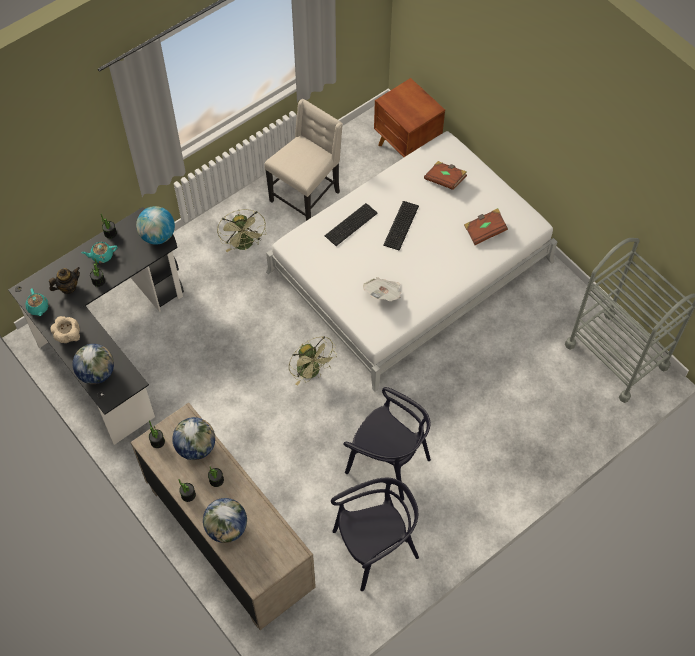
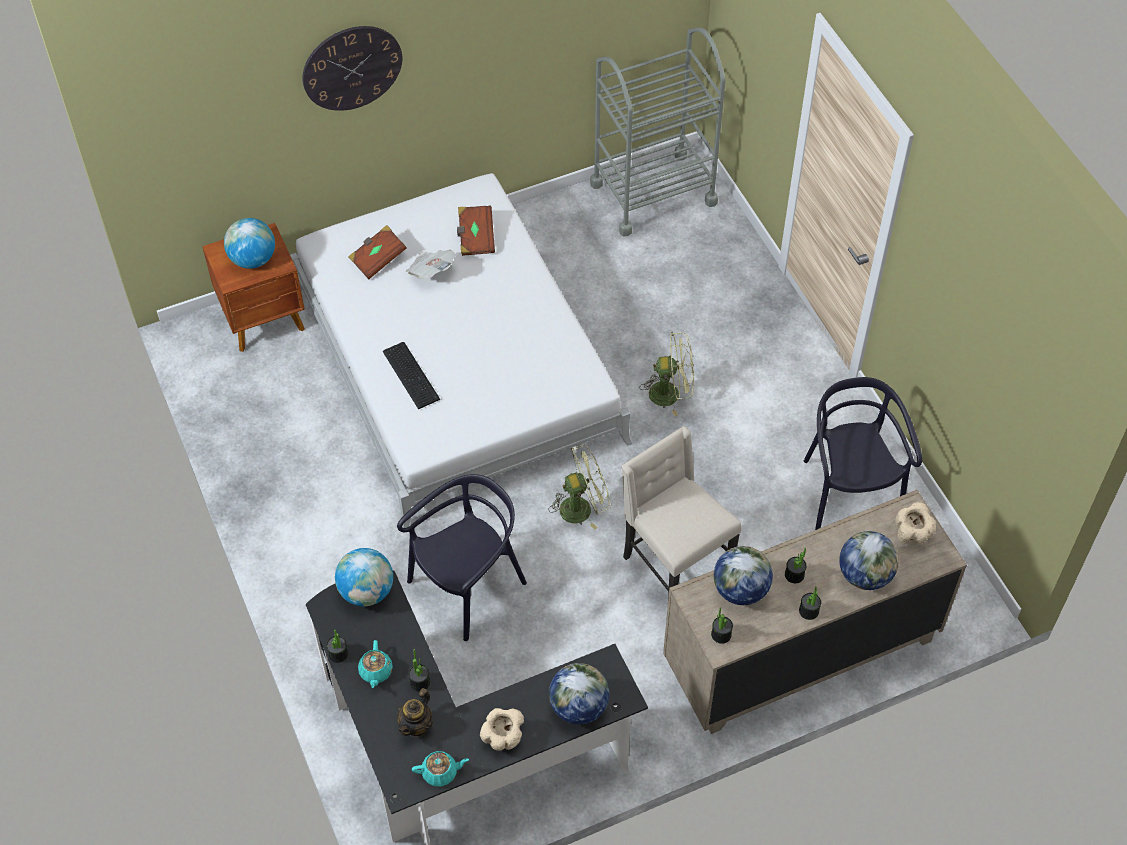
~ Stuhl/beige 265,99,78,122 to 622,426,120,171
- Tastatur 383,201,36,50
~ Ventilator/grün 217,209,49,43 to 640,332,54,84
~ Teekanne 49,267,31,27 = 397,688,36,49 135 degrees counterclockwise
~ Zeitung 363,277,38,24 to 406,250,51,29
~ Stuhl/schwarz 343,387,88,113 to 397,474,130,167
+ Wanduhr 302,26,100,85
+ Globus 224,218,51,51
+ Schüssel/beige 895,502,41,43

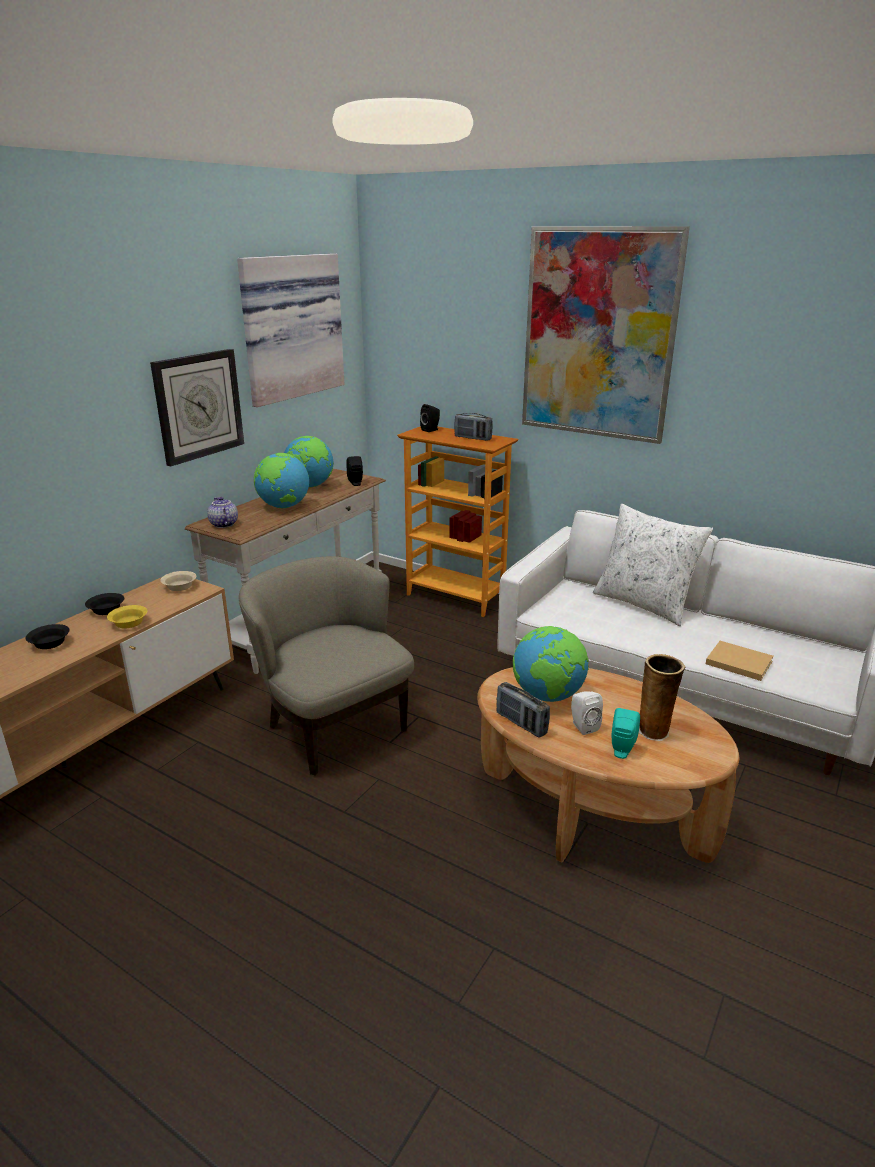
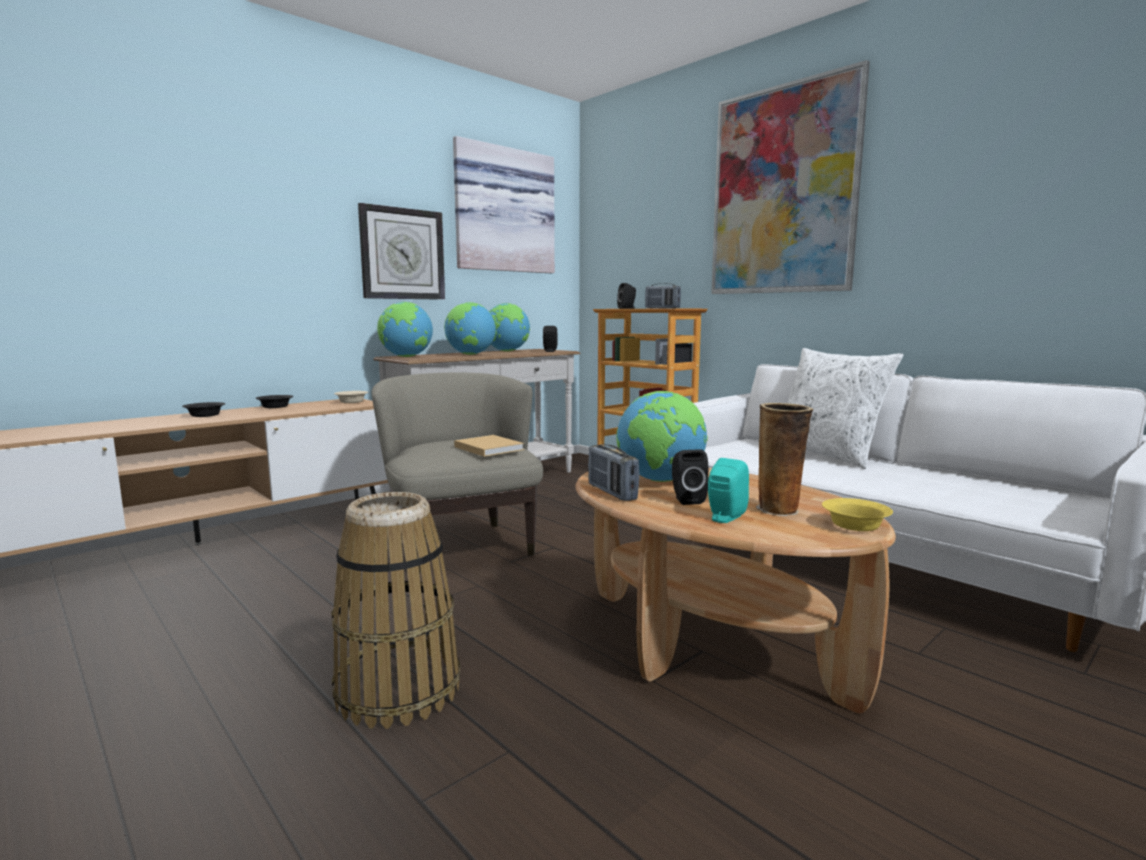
~ Teekanne 207,497,31,31 to Globus 377,302,56,55
~ Schüssel/gelb 107,605,40,23 to 822,498,71,33
~ Buch/beige 706,641,68,40 to 454,435,70,22
~ Lautsprecher/weiß 571,691,32,44 to Lautsprecher/schwarz 672,449,36,56
+ Korb 331,492,129,237

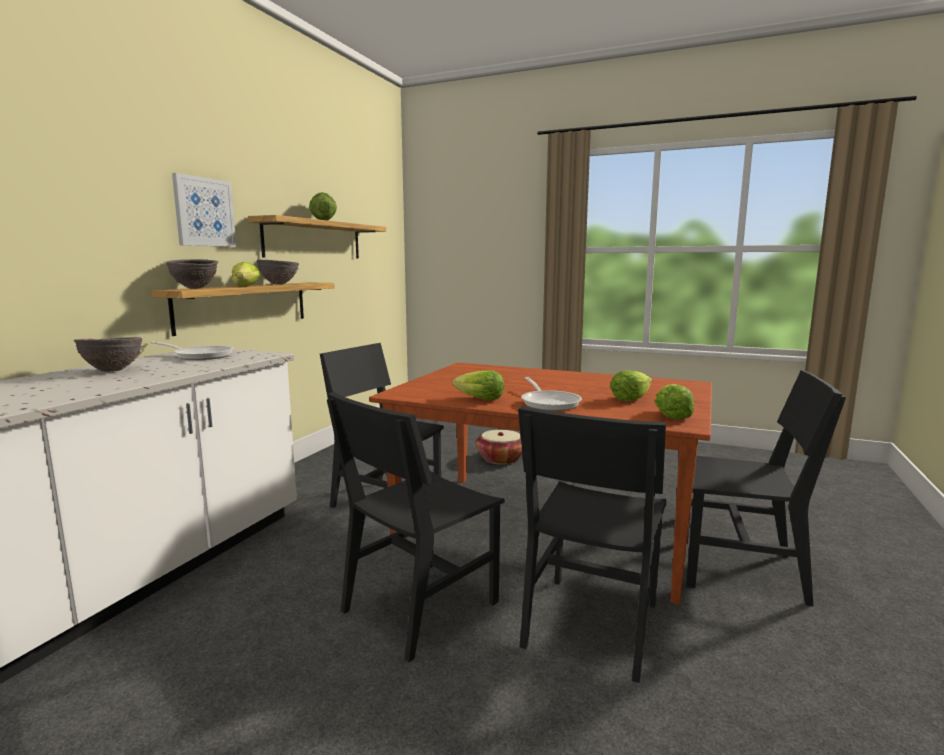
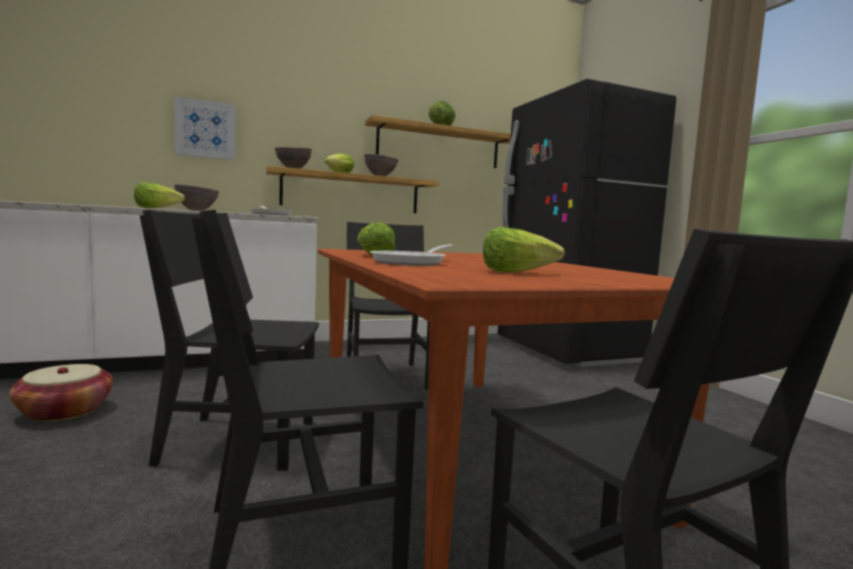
~ Bild 172,173,64,74 to 174,96,61,64
~ Salatkopf 655,384,39,36 to 134,182,51,26
~ Korb 476,430,46,34 to 9,364,104,58
+ Kühlschrank/schwarz 498,79,178,288

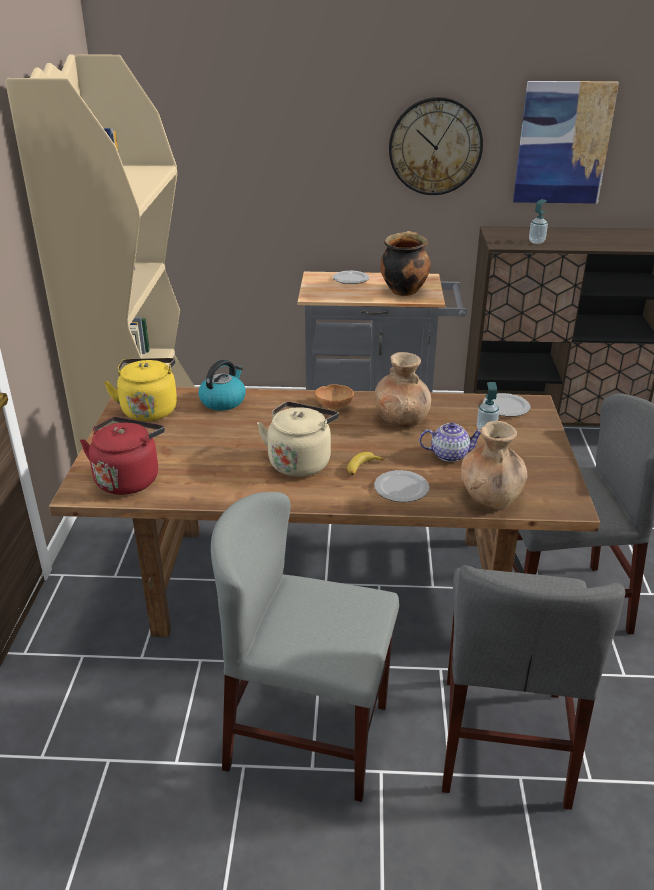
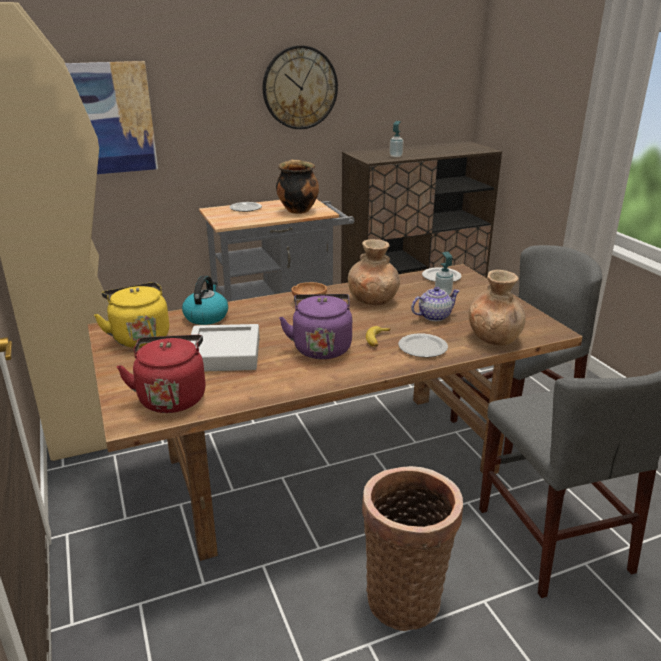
~ Bild 513,81,106,123 to 65,61,93,113
~ Wasserkessel/beige 257,402,82,75 to Wasserkessel/lila 279,294,73,65
~ Stuhl/grau 211,492,188,310 to Korb 362,466,101,165
+ Tablett/grau 190,324,70,47

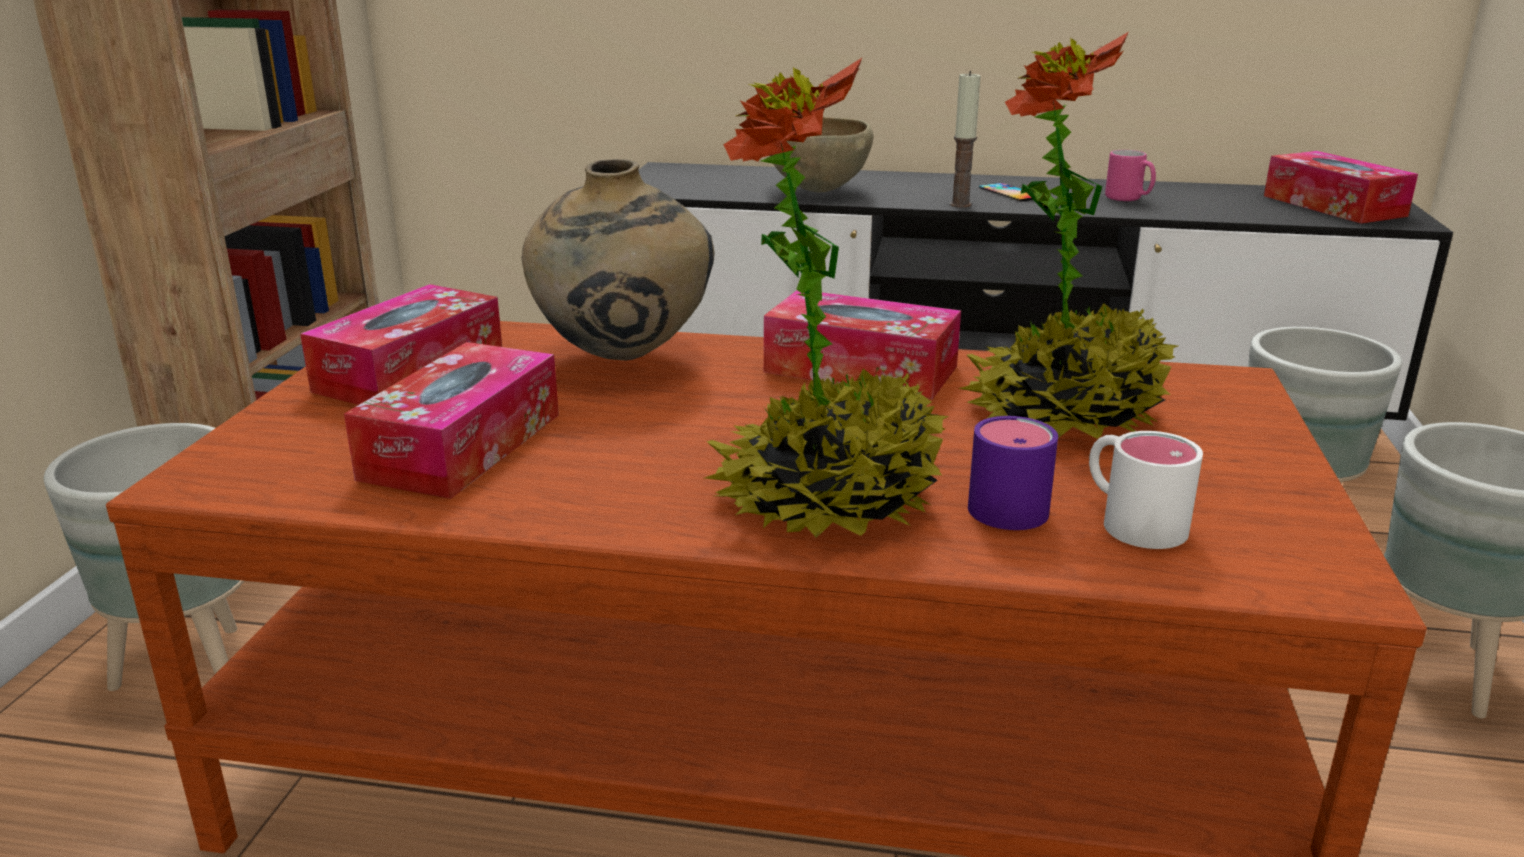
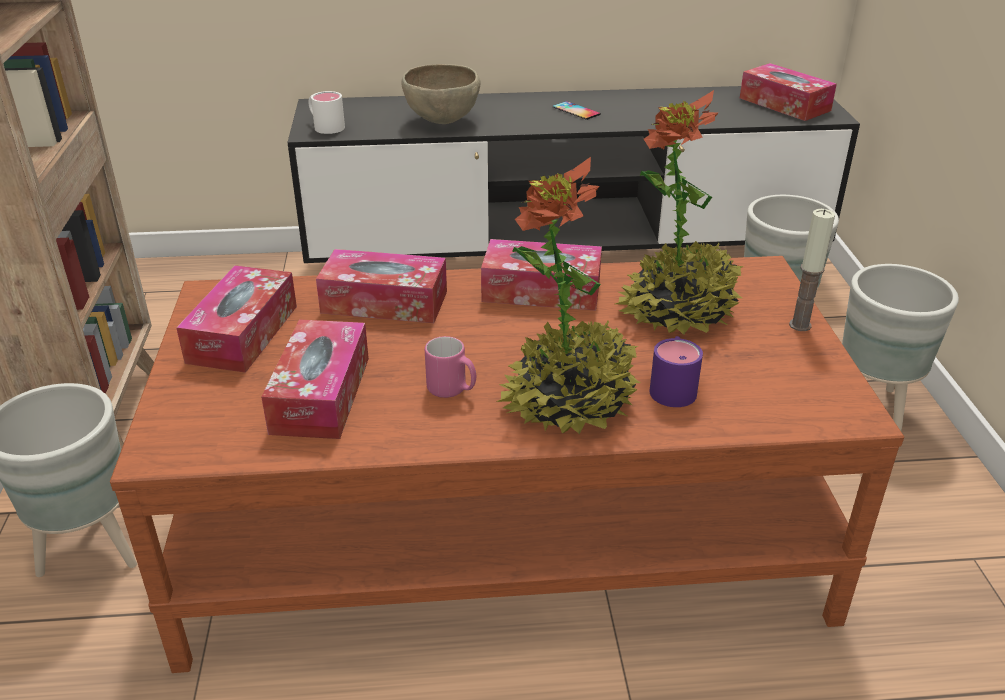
~ Kerze 950,71,31,137 to 789,209,46,122
~ Henkelbecher/rosa 1105,150,51,51 to 425,336,51,62
~ Vase/beige 522,159,192,201 to Taschentuchbox 316,249,131,74
~ Henkelbecher/weiß 1089,431,114,118 to 308,91,37,43

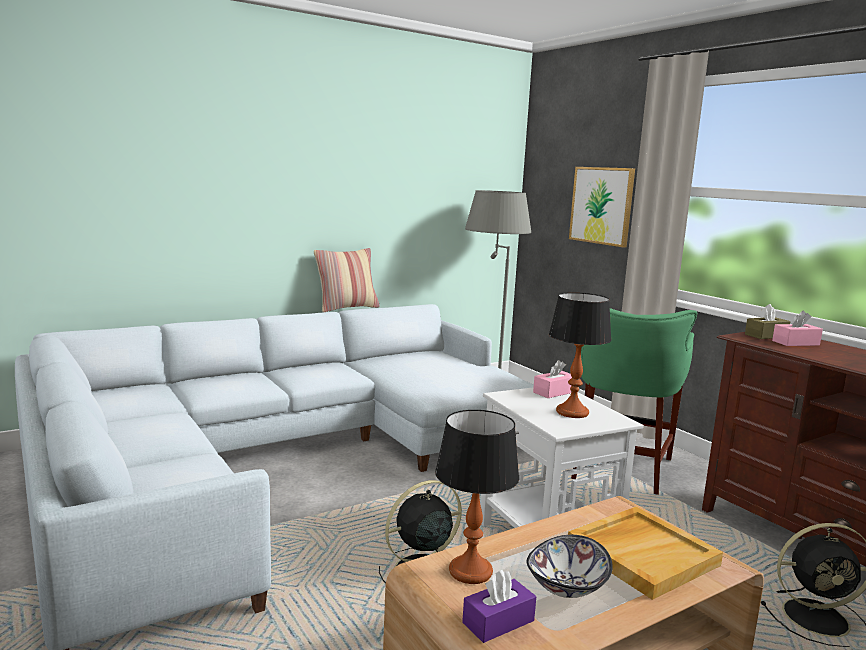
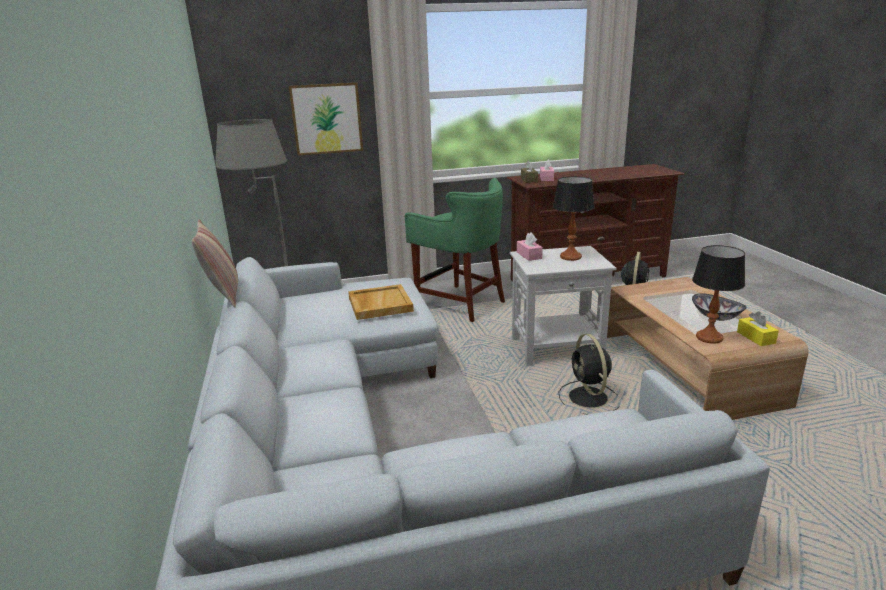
~ Tablett/beige 568,507,155,93 to 348,284,66,36
~ Taschentuchbox/lila 462,570,74,73 to Taschentuchbox/gelb 737,311,42,35

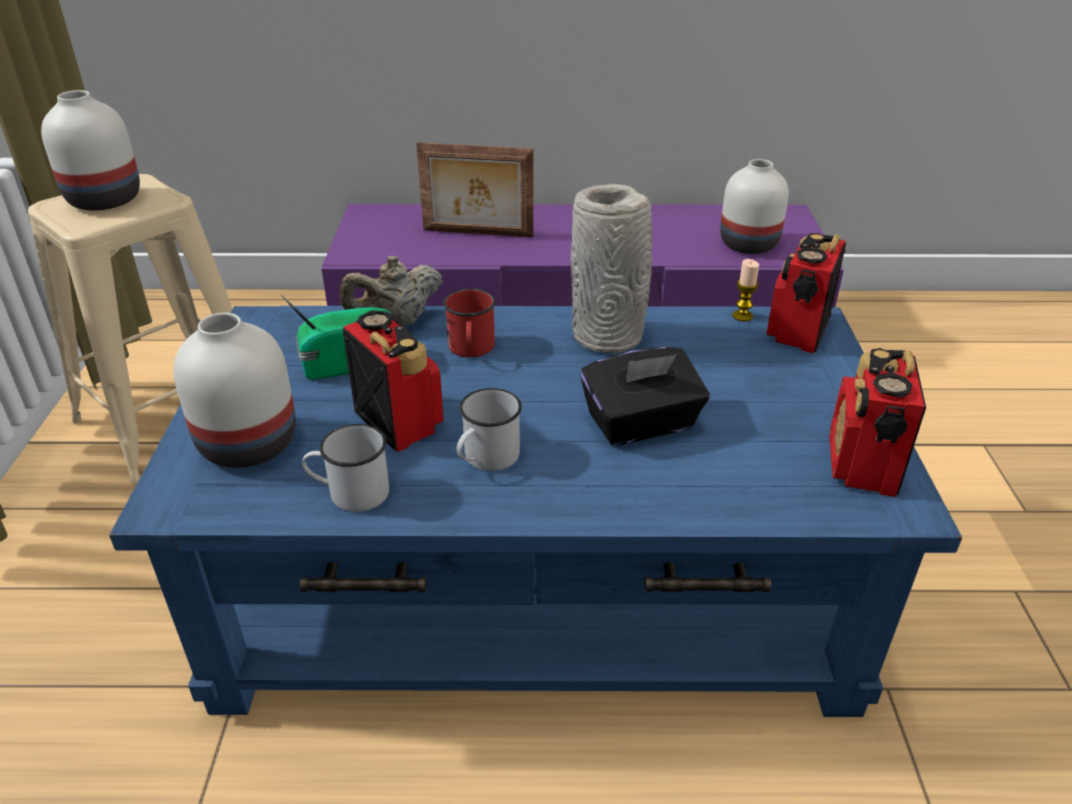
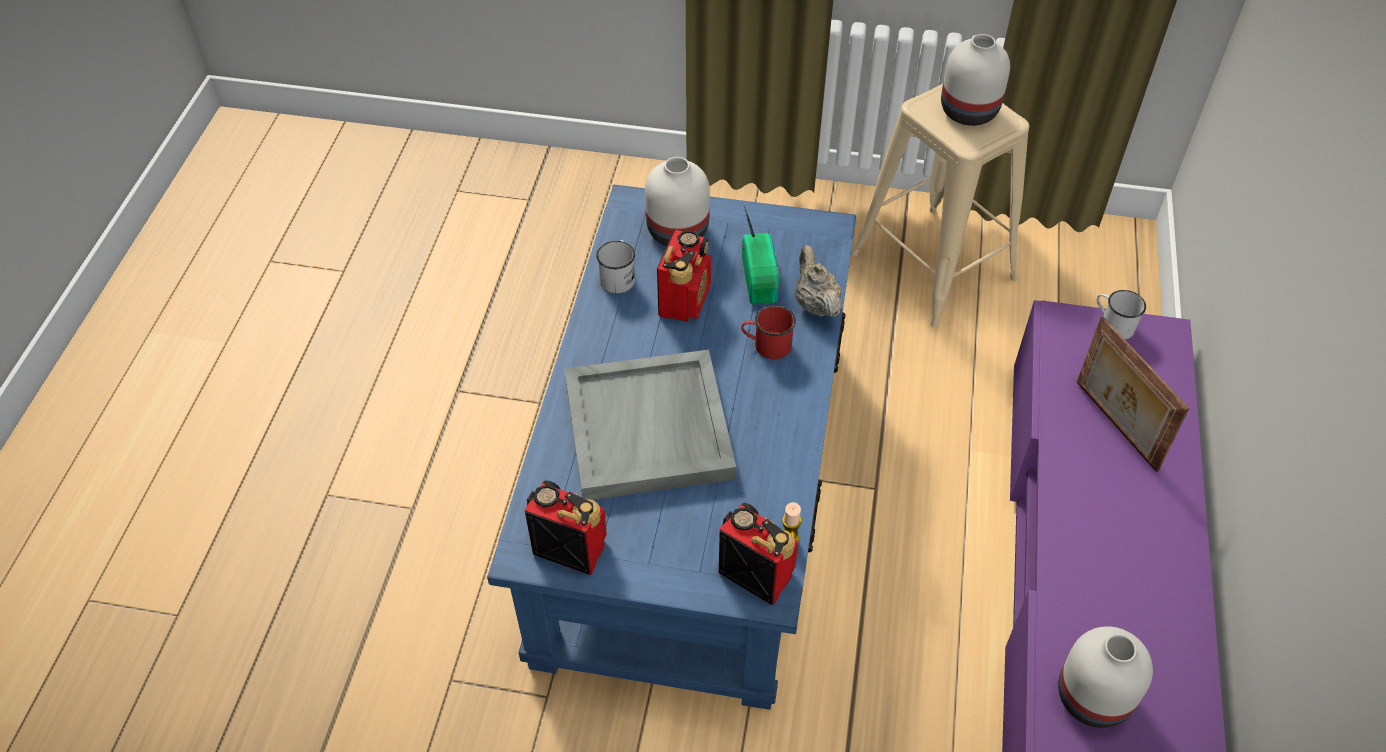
~ Bilderrahmen 416,142,118,95 = 1077,316,113,156 45 degrees counterclockwise
- Vase/grau 571,184,81,169
~ Radio 343,310,101,142 = 657,230,54,92 45 degrees counterclockwise
~ Taschentuchbox/schwarz 580,347,129,99 to Tablett/grau 565,350,171,150
~ Henkelbecher/weiß 456,388,66,83 to 1097,290,49,50

